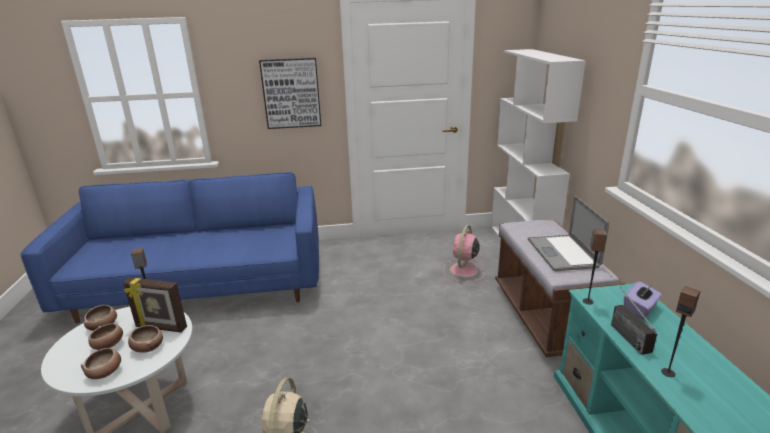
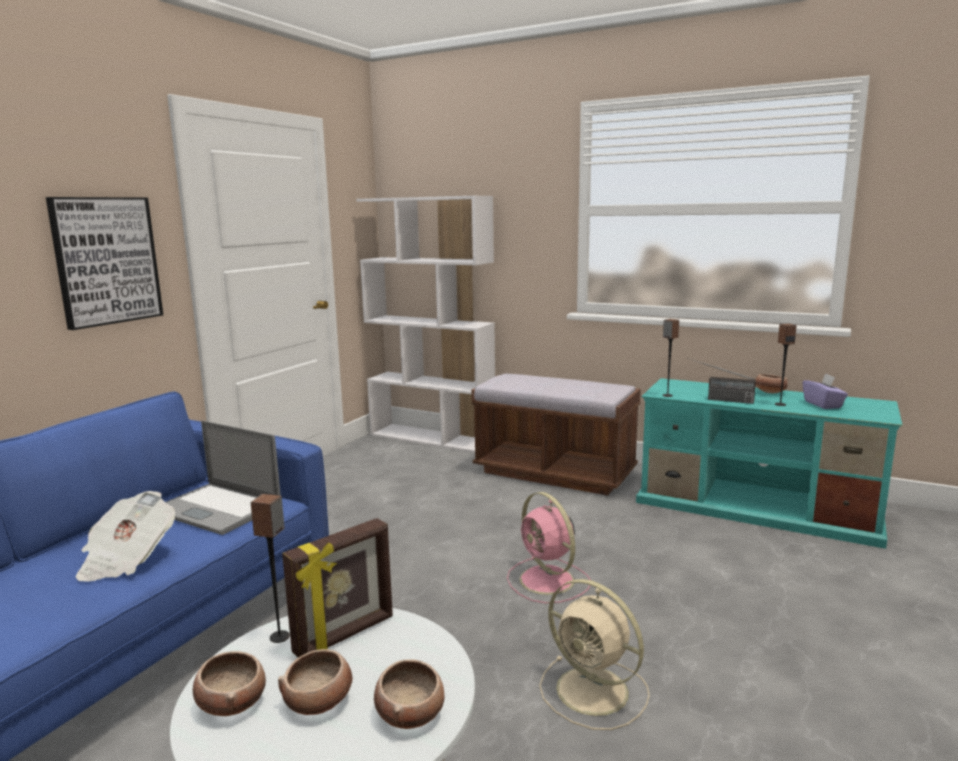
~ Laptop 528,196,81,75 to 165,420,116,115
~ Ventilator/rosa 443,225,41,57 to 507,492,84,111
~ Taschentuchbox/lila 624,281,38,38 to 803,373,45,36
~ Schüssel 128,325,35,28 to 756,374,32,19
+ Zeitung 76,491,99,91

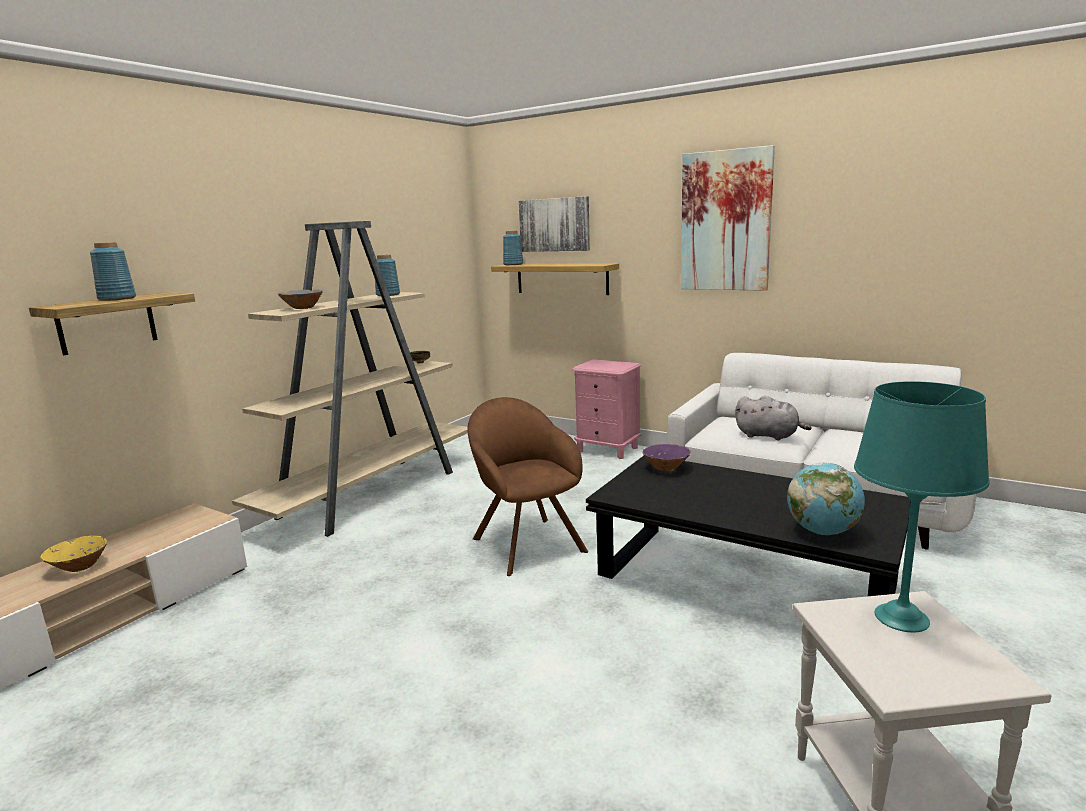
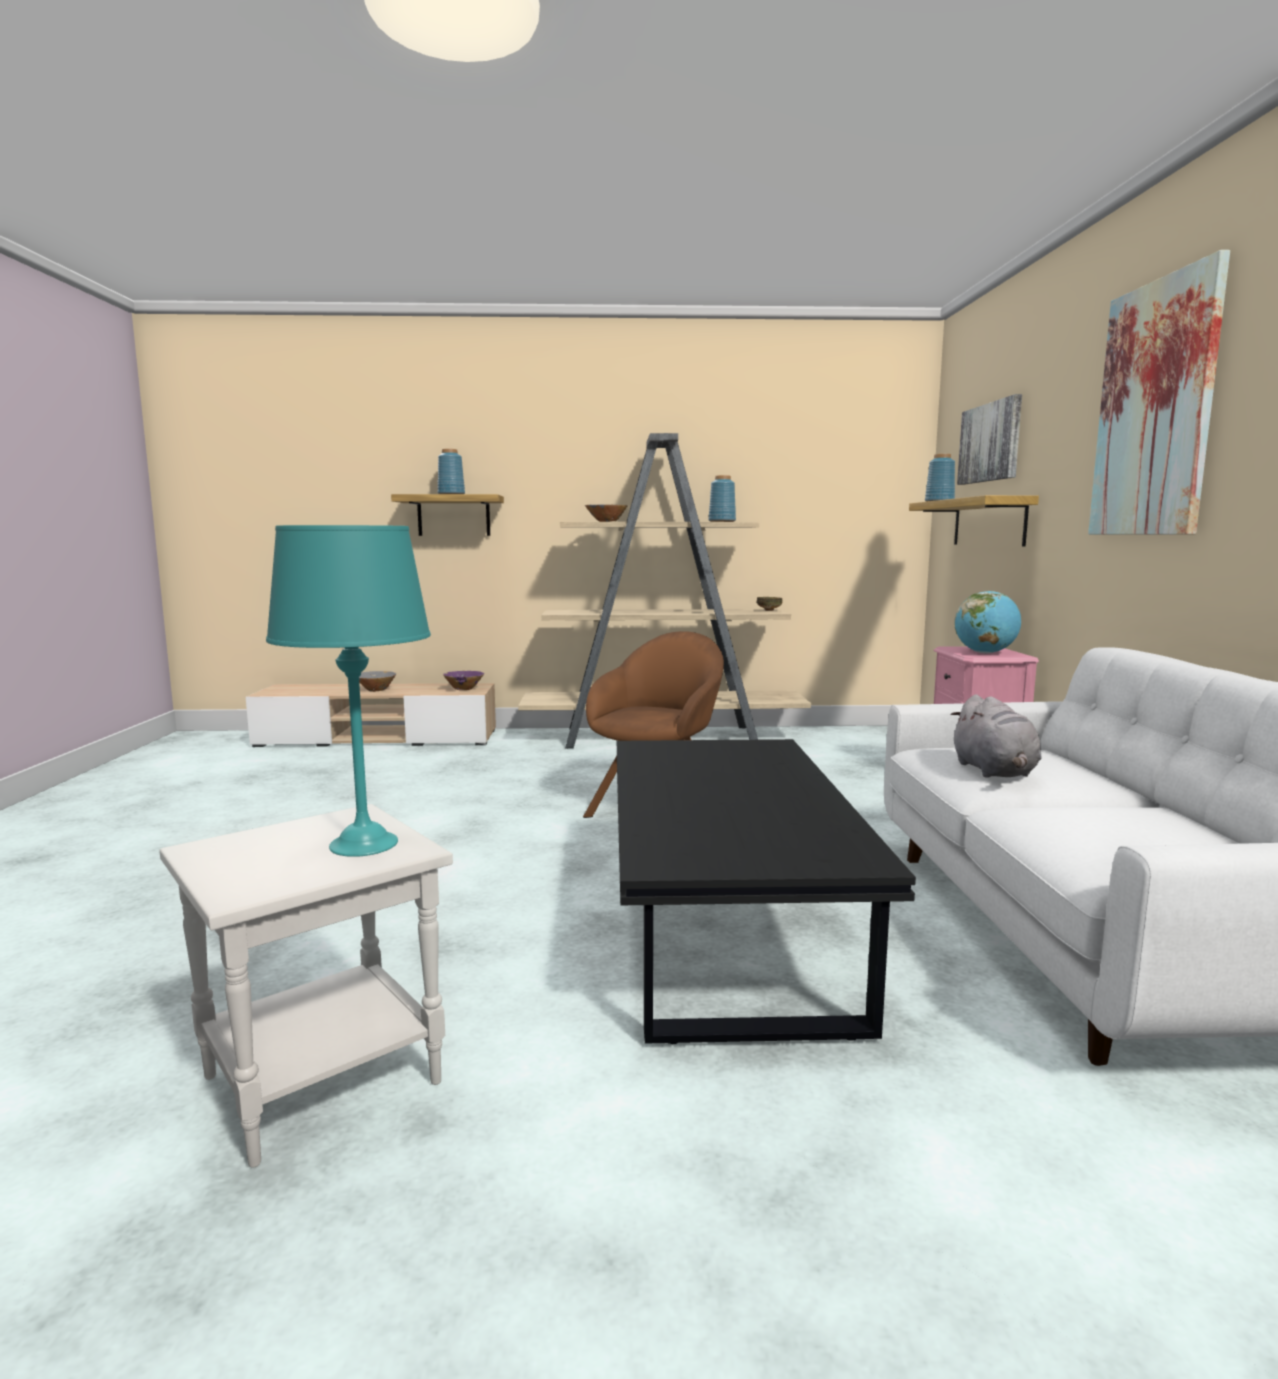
~ Schüssel/lila 642,444,49,27 to 443,671,41,19
~ Globus 787,462,78,73 to 955,591,66,63
~ Schüssel/gelb 40,536,67,36 to Schüssel/grau 359,671,37,21

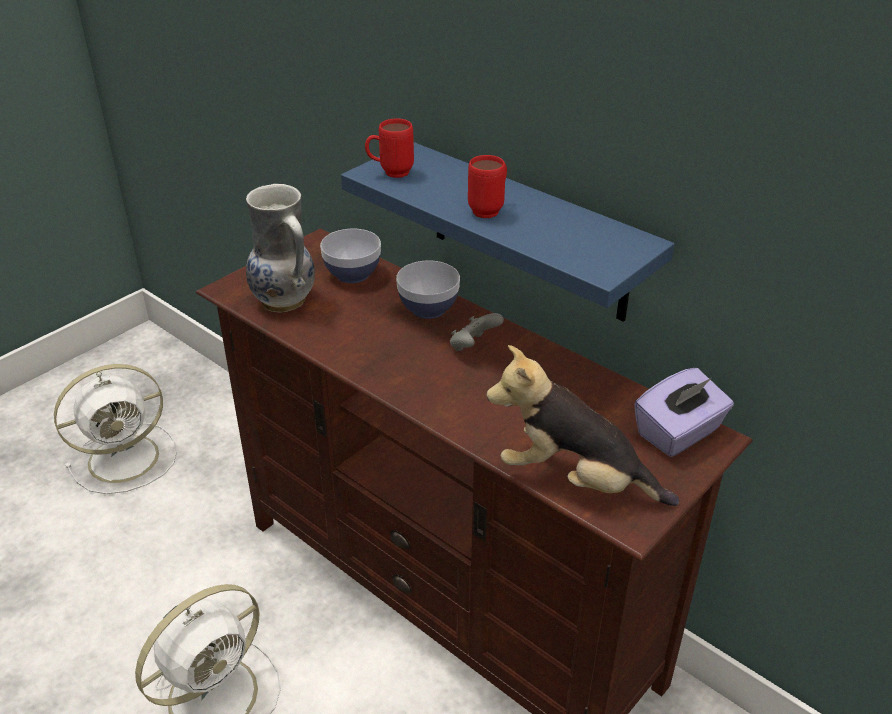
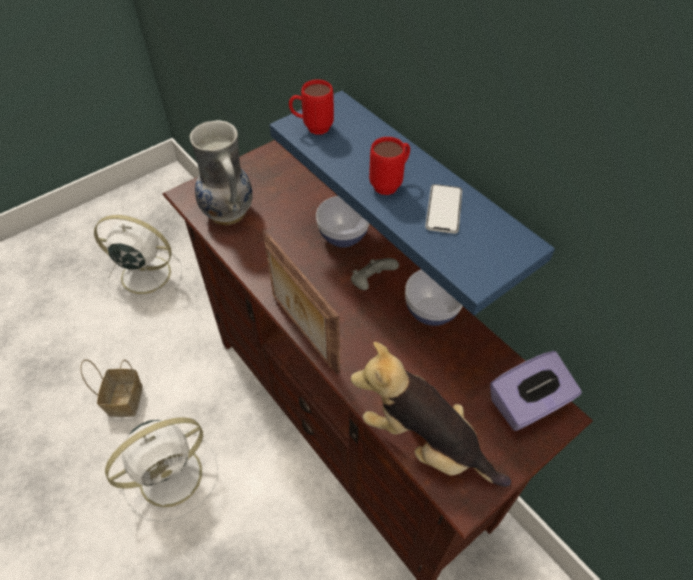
~ Schüssel 320,229,61,54 to 405,269,57,57
~ Ventilator/weiß 54,364,123,130 = 94,215,88,88 150 degrees counterclockwise
+ Handy 425,184,37,50
+ Bilderrahmen 263,230,77,145
+ Korb 80,359,63,58

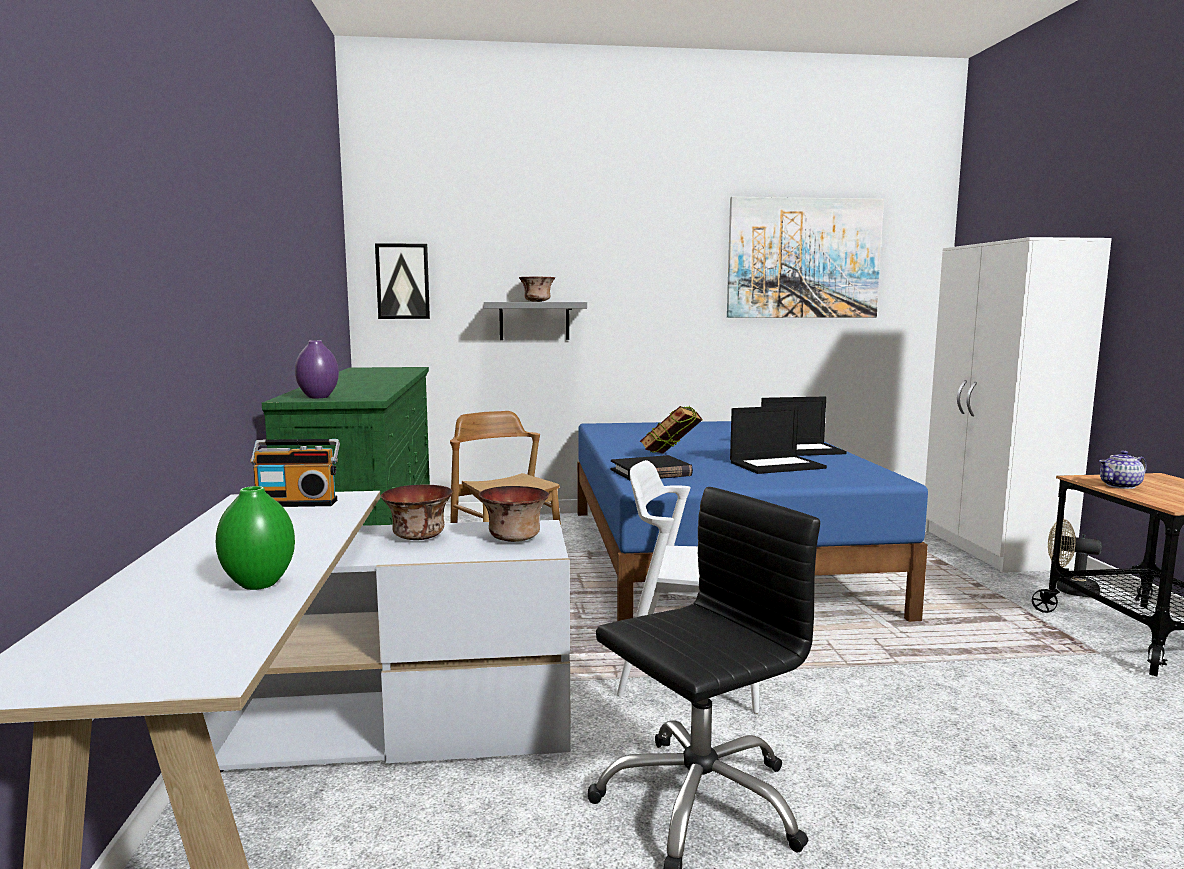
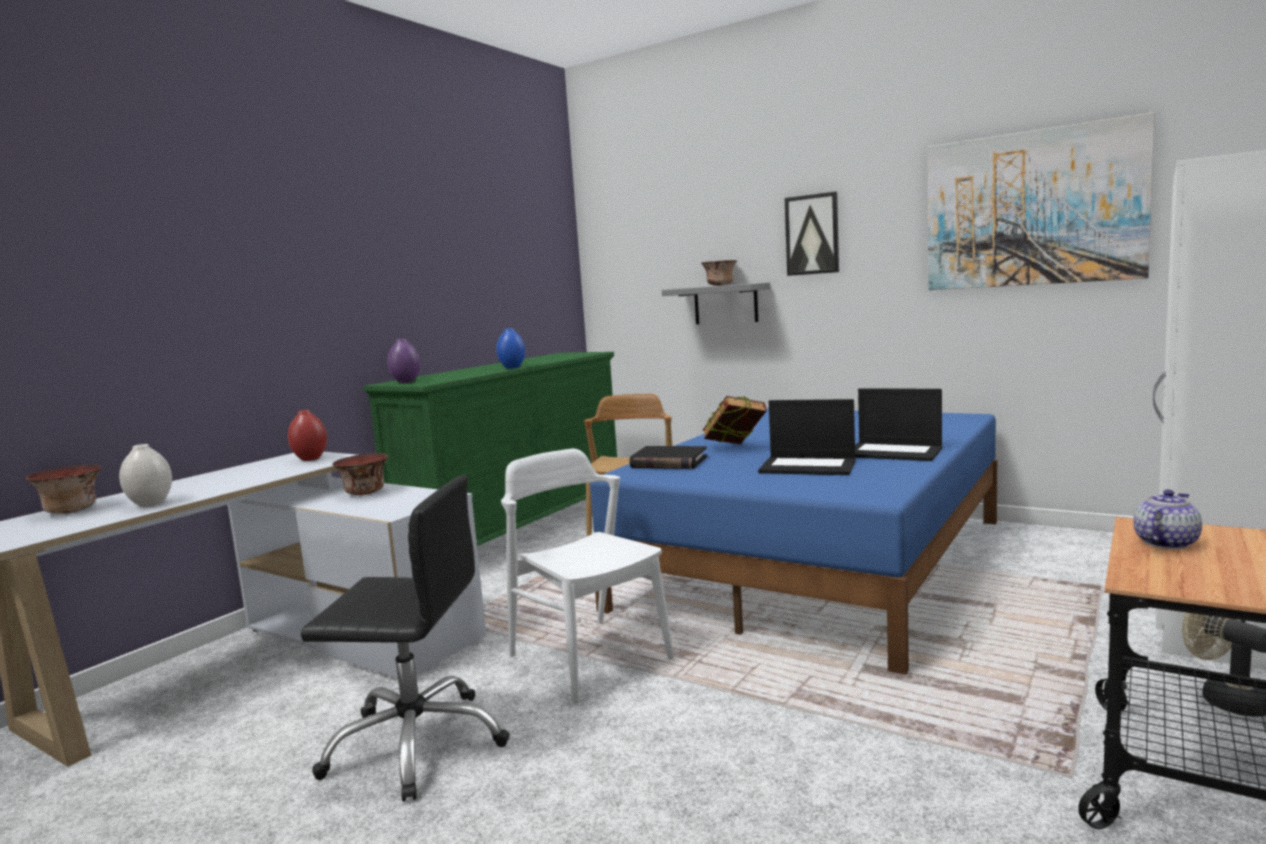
~ Bild 375,243,55,76 to 785,191,54,85
~ Radio 250,439,90,68 to Vase/rot 288,410,39,51
~ Teekanne 1099,450,48,39 = 1133,489,69,60 120 degrees clockwise
~ Vase/grün 216,486,79,104 to Vase/weiß 119,444,53,63
~ Schüssel 479,486,71,56 to 26,464,75,50
+ Vase/blau 496,328,29,41

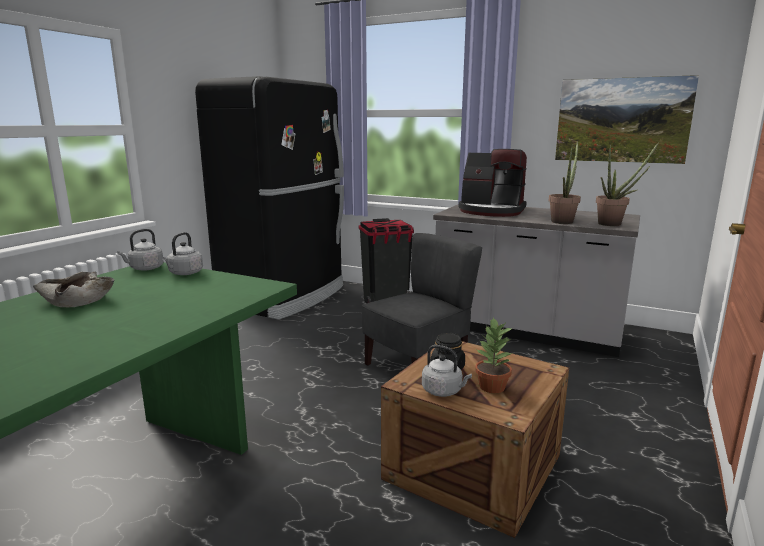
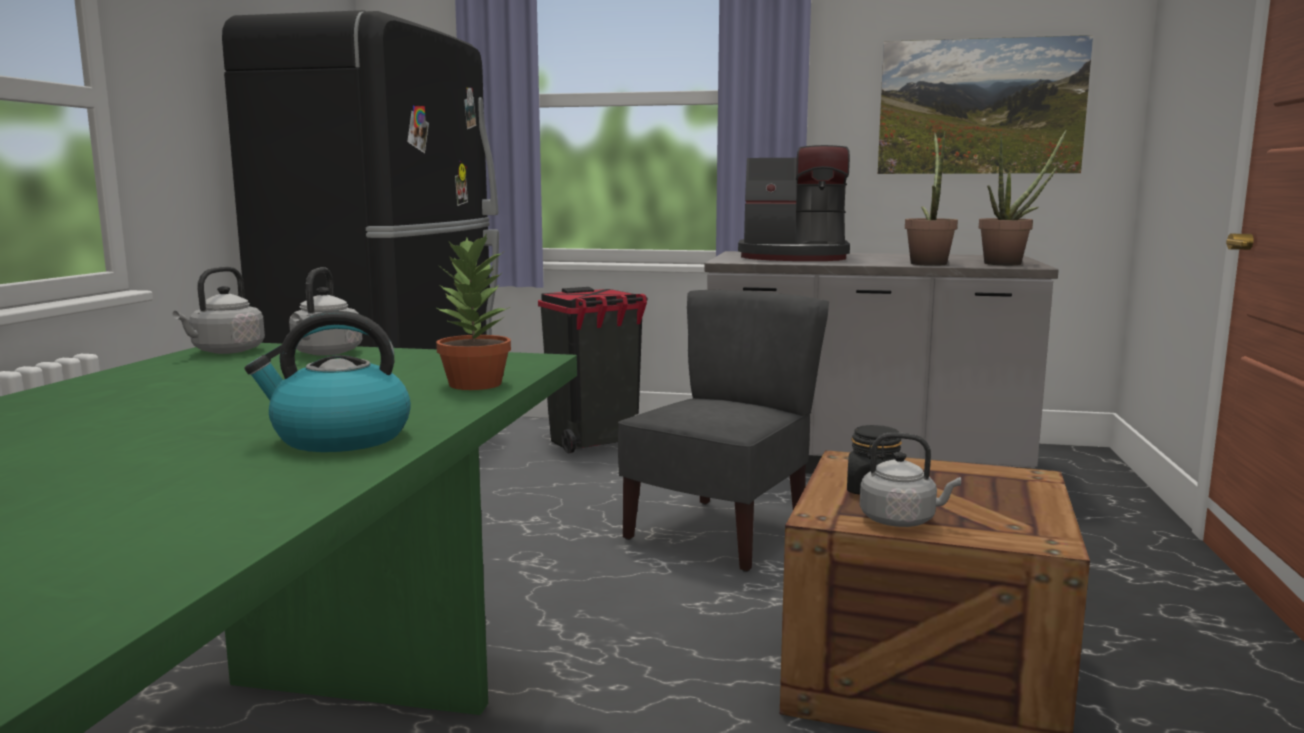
- Schüssel/beige 33,271,82,36
~ Topfpflanze 475,317,37,76 to 436,233,75,157
+ Wasserkessel 245,311,166,141

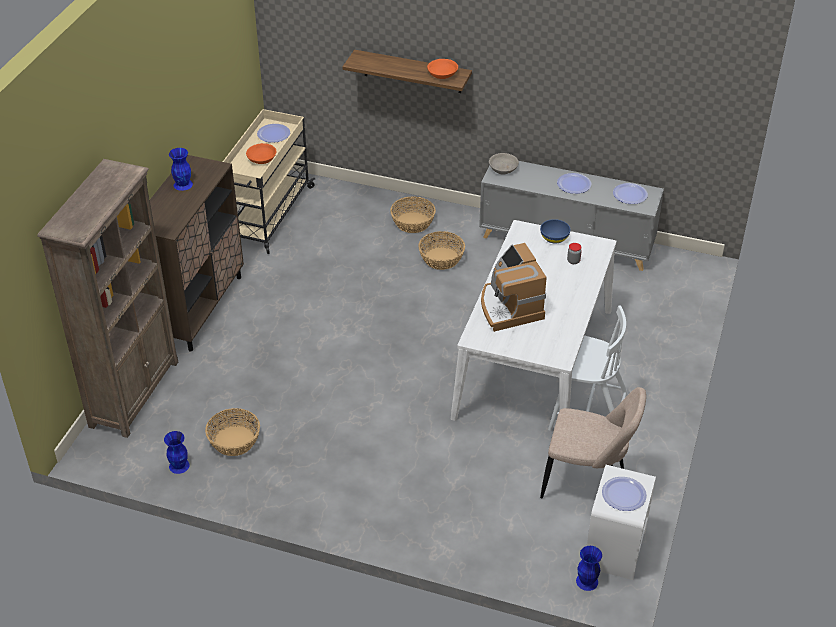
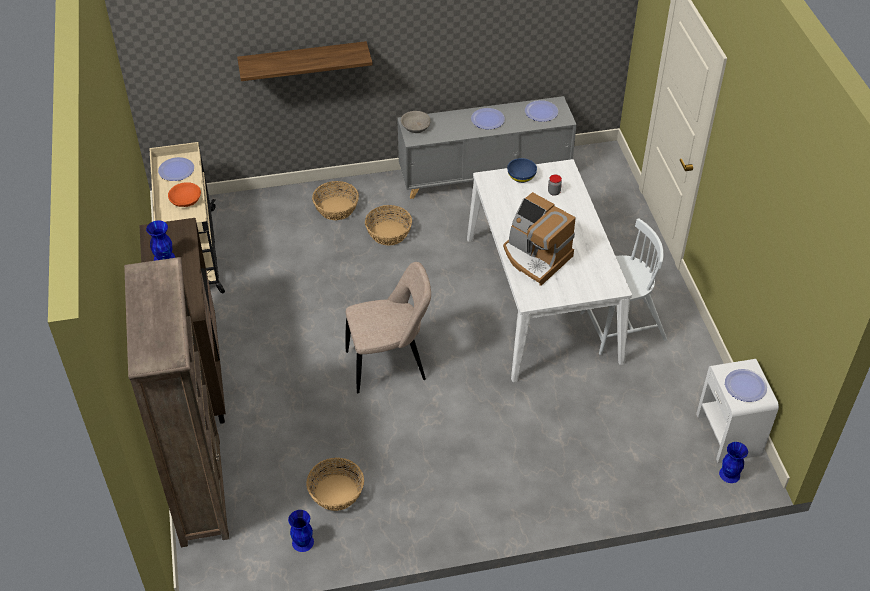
- Schüssel/orange 427,59,31,20
~ Stuhl/beige 540,387,106,111 to 345,262,86,131

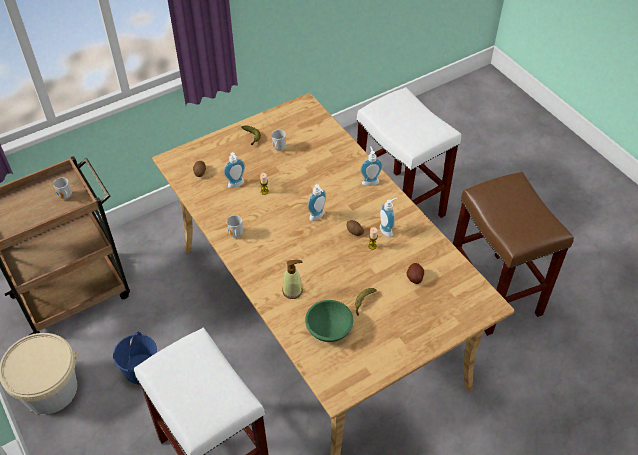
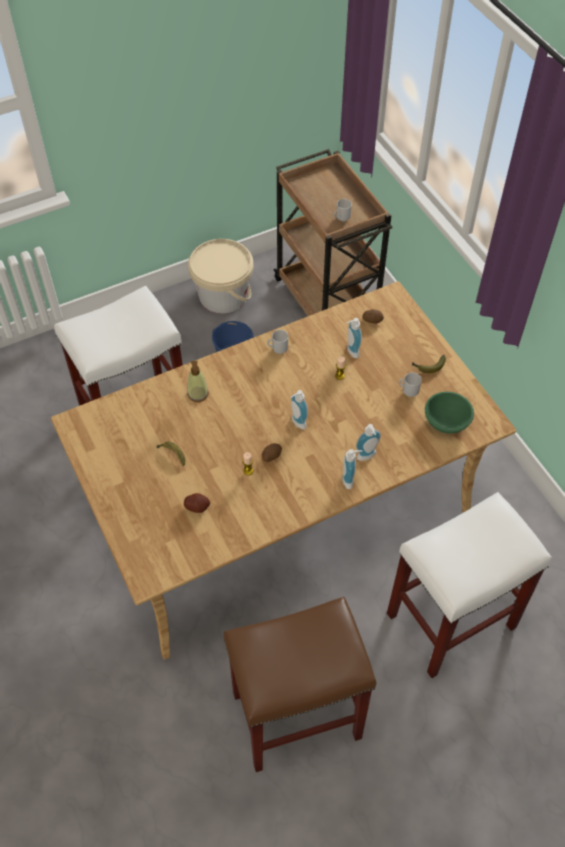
~ Seifenspender 380,198,17,39 to 356,424,25,37
~ Schüssel/grün 305,300,48,42 to 425,392,49,41

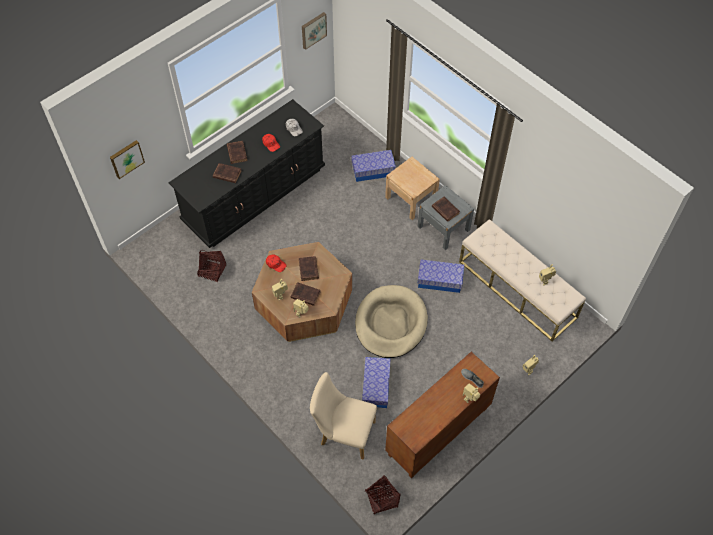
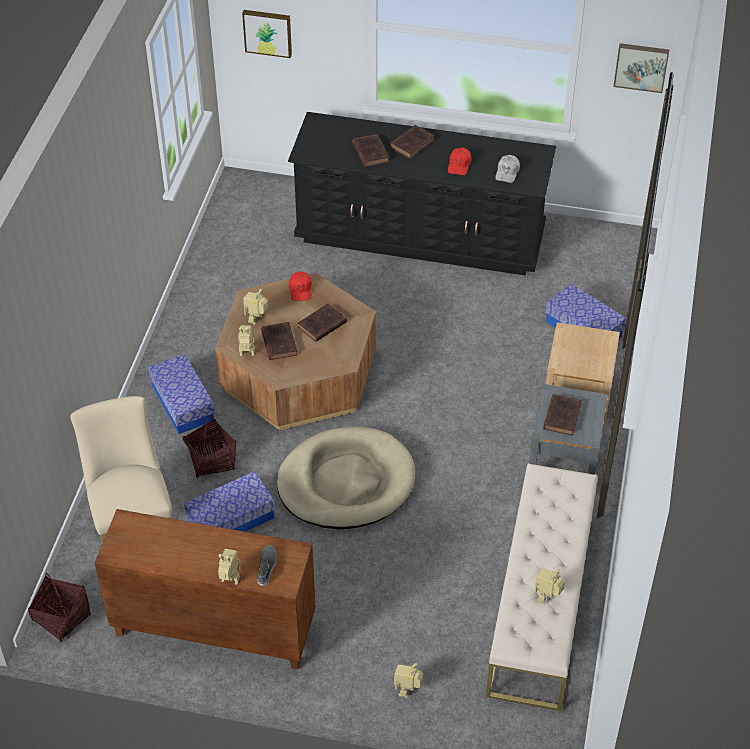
~ Korb 197,250,29,32 to 182,415,54,64
~ Aufbewahrungsbox 417,259,47,34 to 148,354,67,80

